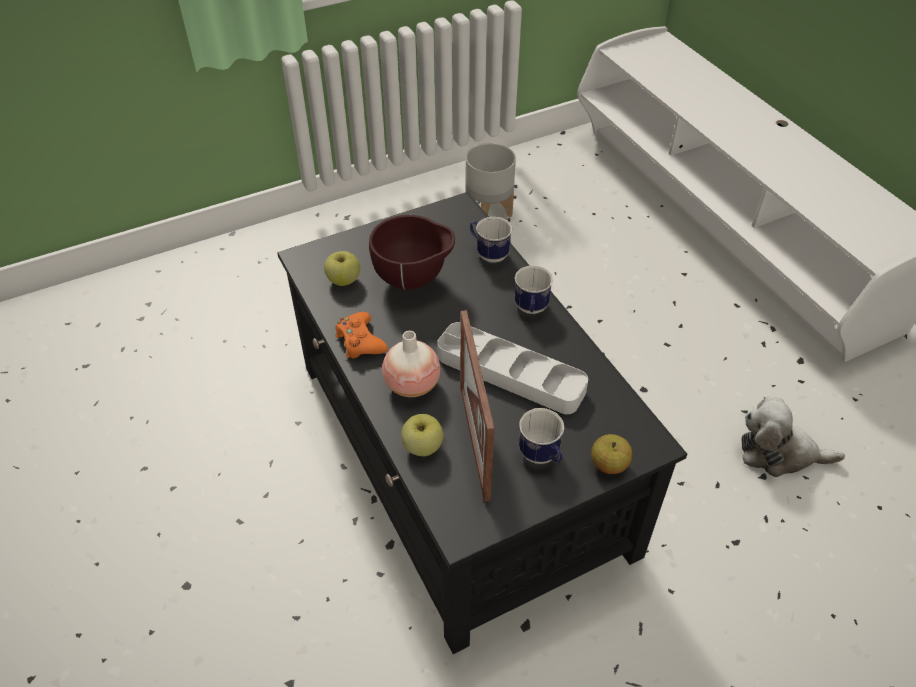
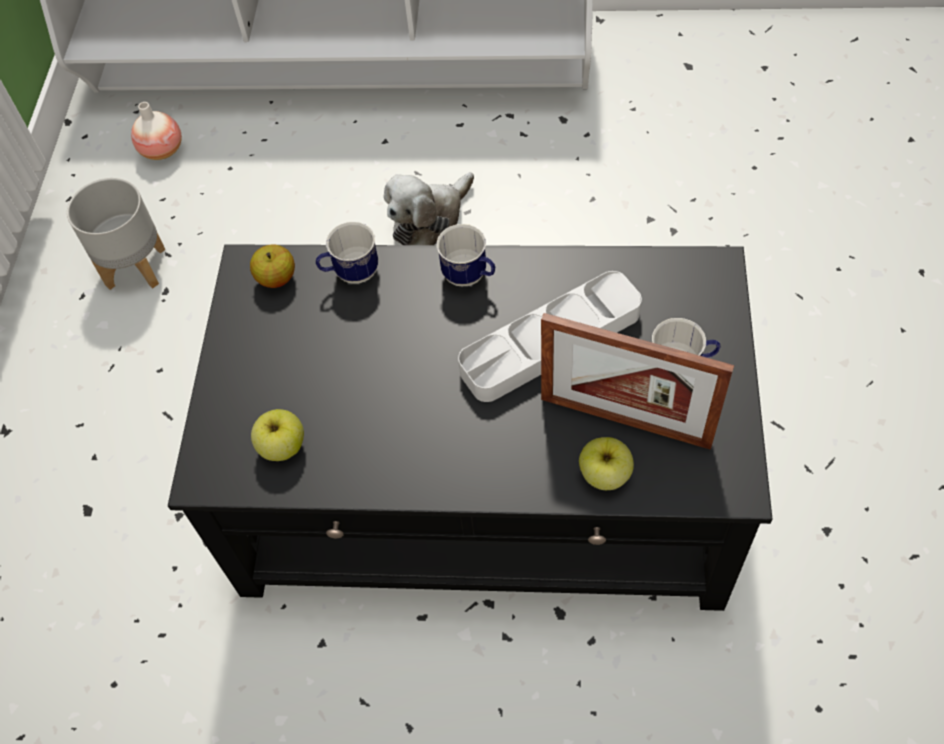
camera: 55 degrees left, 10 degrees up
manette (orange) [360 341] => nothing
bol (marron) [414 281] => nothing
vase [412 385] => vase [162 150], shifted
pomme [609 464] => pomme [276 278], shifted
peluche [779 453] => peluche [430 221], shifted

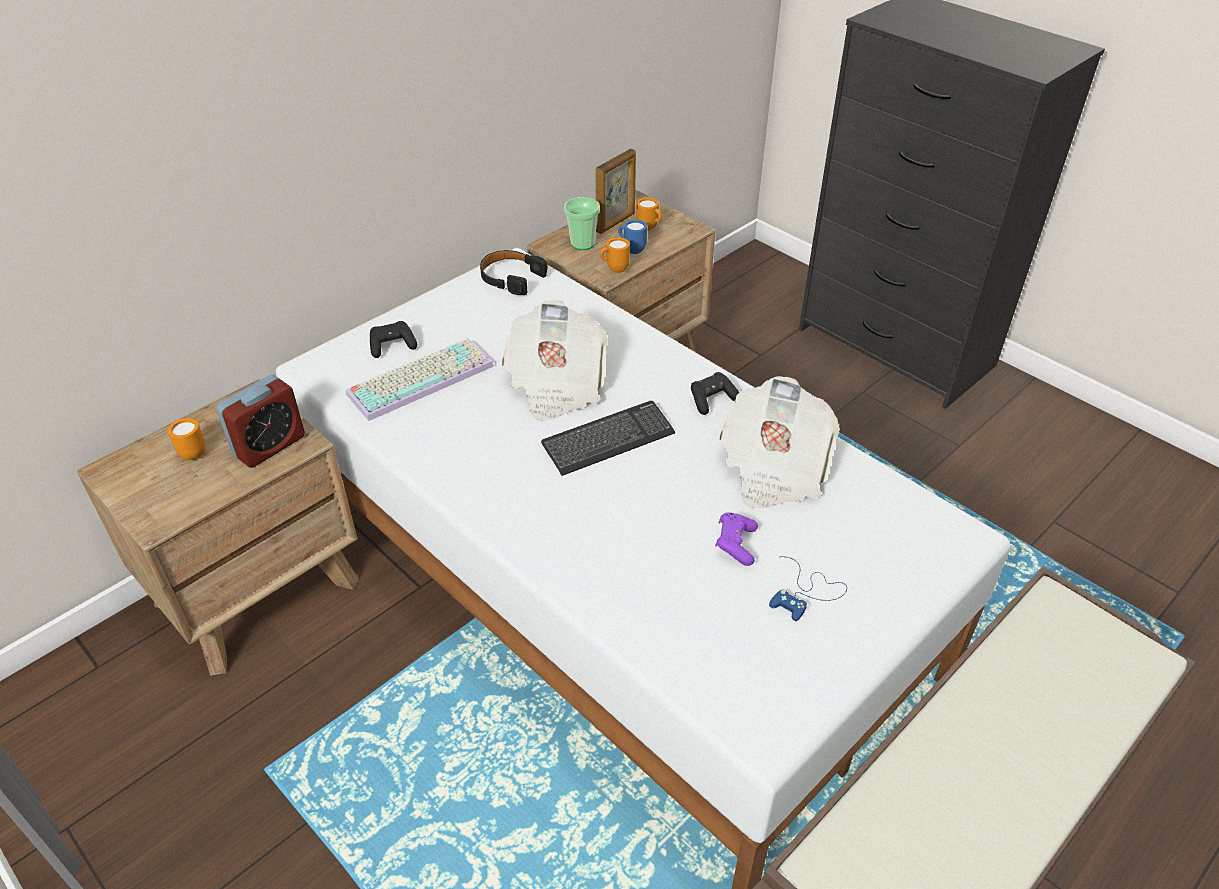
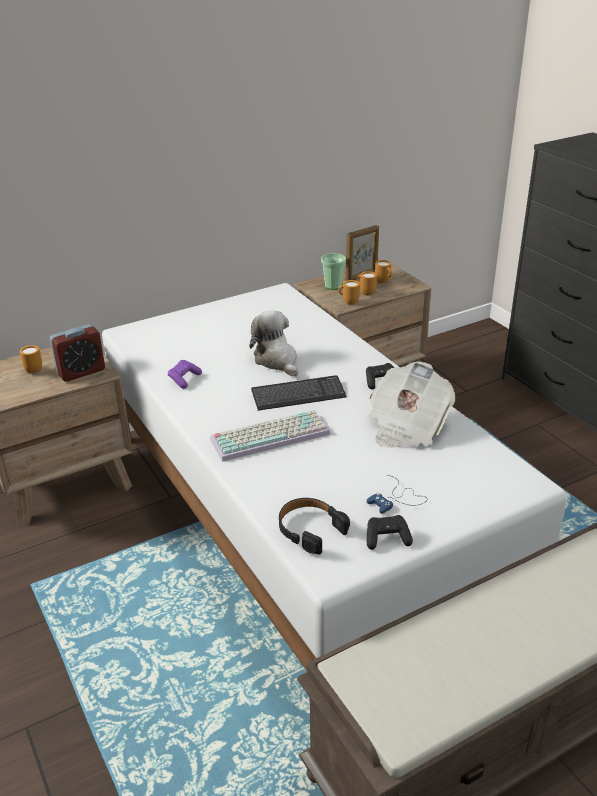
camera: 15 degrees right, 10 degrees down
clavier [421 378] => clavier [270 435], shifted
manette (noir) [392 346] => manette (noir) [387 539], shifted
casque audio (noir) [511 278] => casque audio (noir) [310 530], shifted
journal [556 385] => peluche [277 360]
mug (bleu) [631 249] => mug (orange) [366 293]
manette (violet) [735 544] => manette (violet) [184 379], shifted

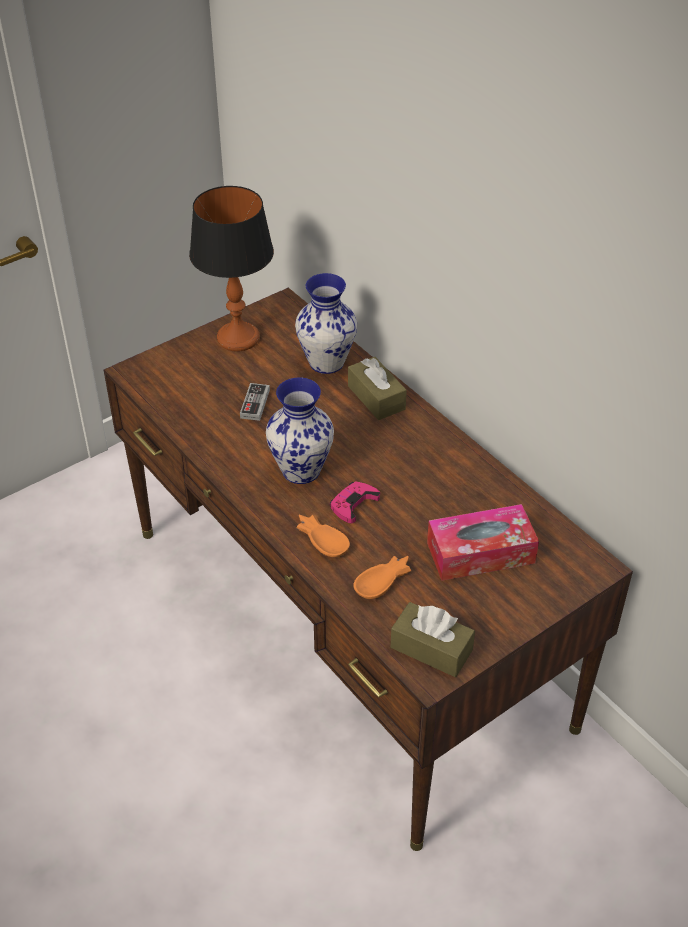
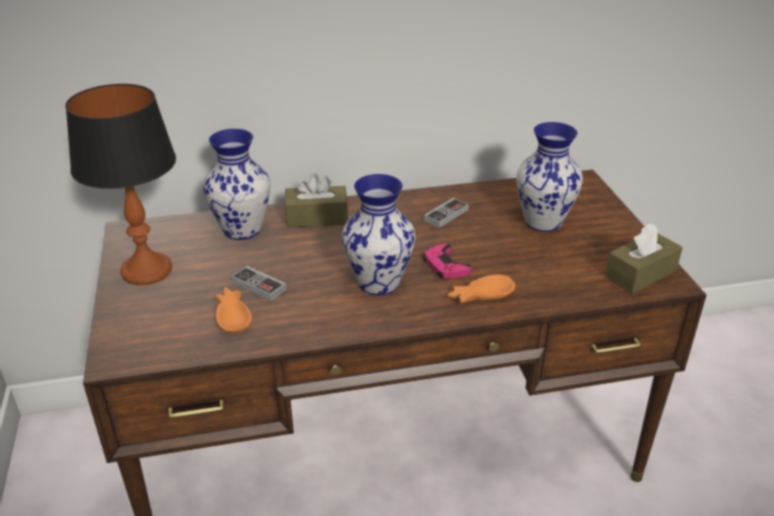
camera: 65 degrees left, 10 degrees down
bol (orange) [384 582] => bol (orange) [234 315], shifted
boîte à mouchoirs [480 553] => vase [542 221]
nothing => manette [446 215]

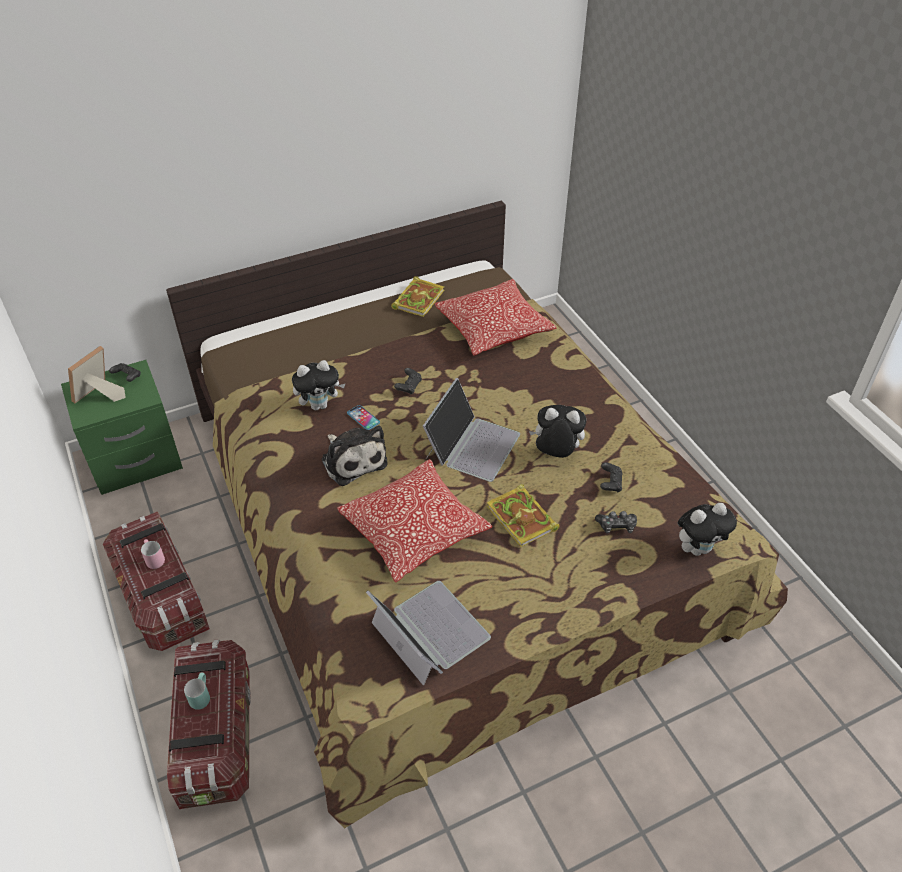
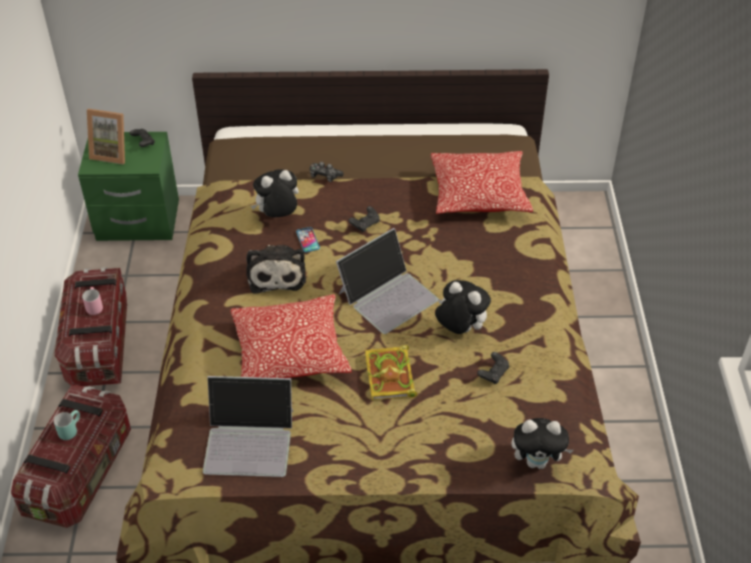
camera: 25 degrees right, 0 degrees up
cadre photo [99 397] => cadre photo [112 153], 135 degrees counterclockwise
peluche [320 405] => peluche [278 216], 150 degrees clockwise
ordinateur portable [428 631] => ordinateur portable [250 440], 105 degrees clockwise
livre [418 299] => nothing
manette [616 526] => manette [324 176], shifted

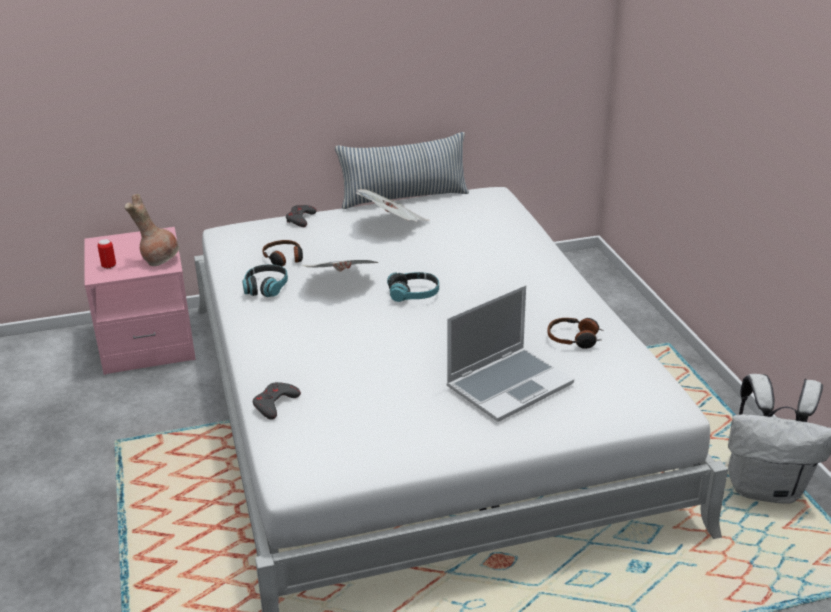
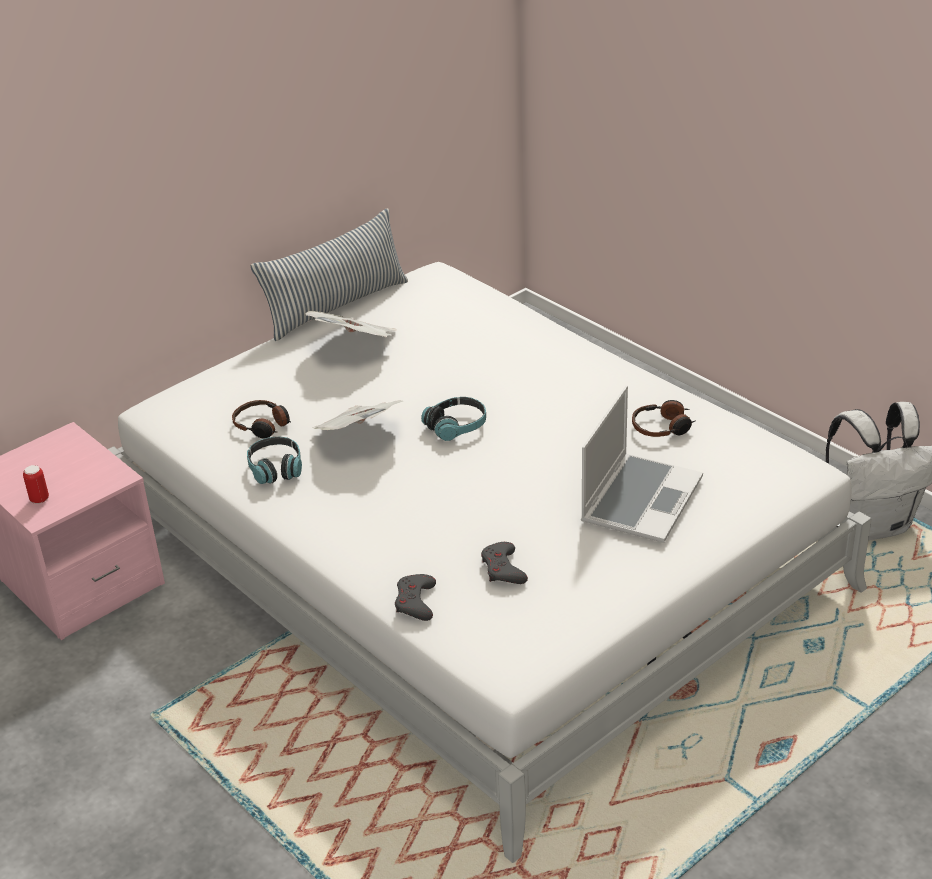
camera: 25 degrees left, 5 degrees up
vase (marron) [159 260] => nothing
manette (gris) [300 219] => manette (gris) [503 569], shifted

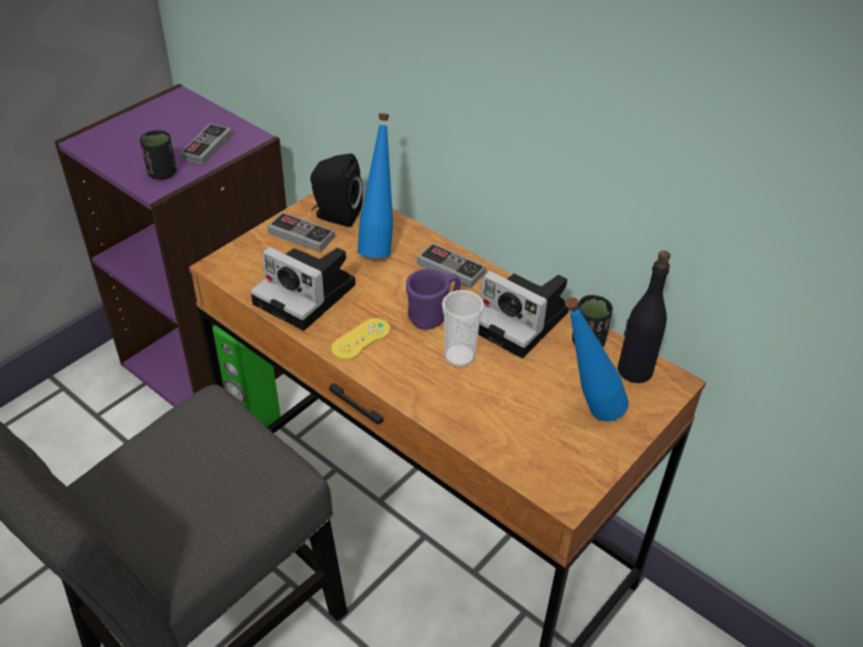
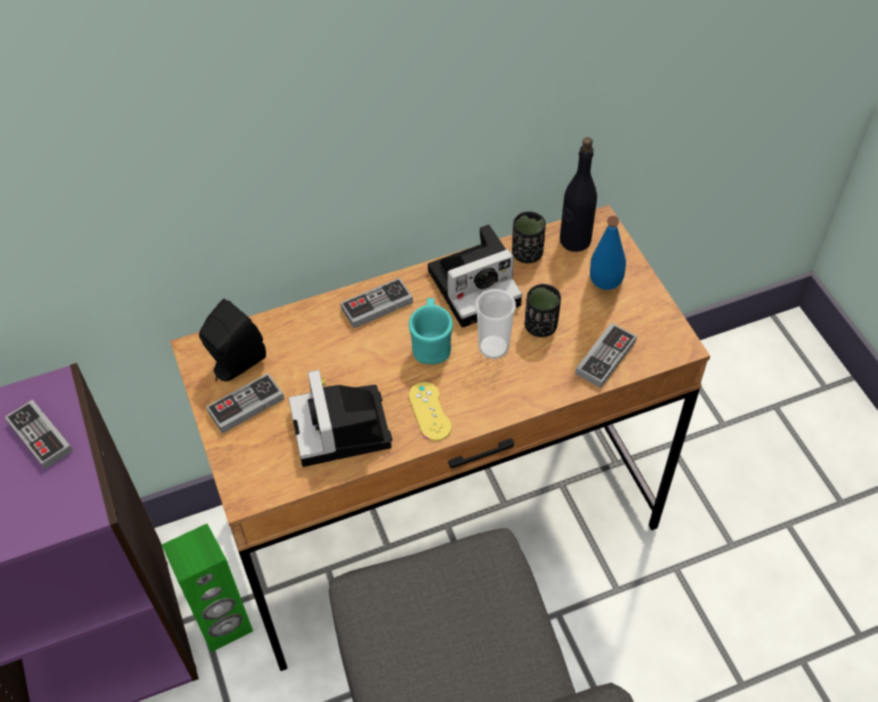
camera: 60 degrees left, 10 degrees up
tasse (noir) [162 173] => tasse (noir) [540 326], shifted
appareil photo [308 295] => appareil photo [343 431], 105 degrees clockwise
bouteille (bleu) [378 245] => nothing
mug (violet) [432 315] => mug (turquoise) [431 345]
nothing => manette [605 357]

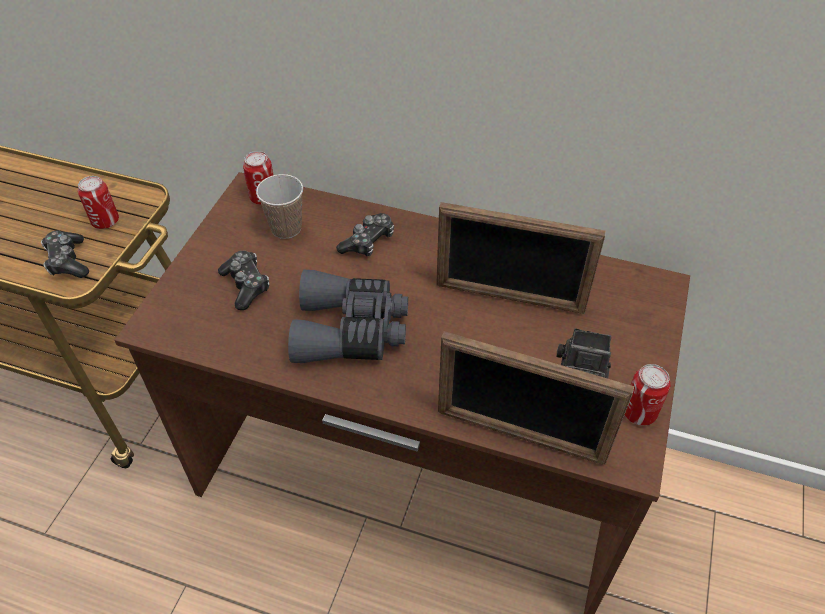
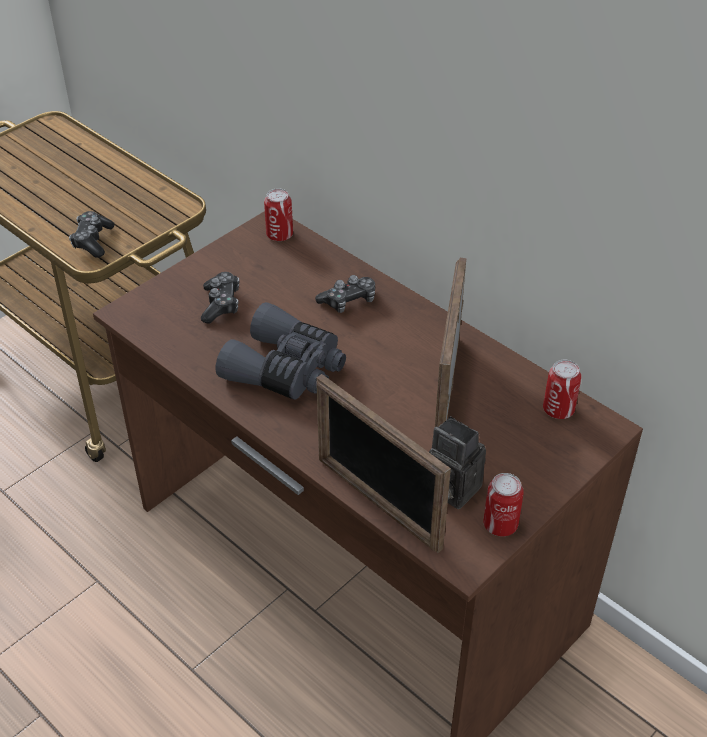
camera: 25 degrees right, 5 degrees down
boîte métallique [105 221] => boîte métallique [558 410], shifted
tasse [286 228] => nothing
cadre photo [509 298] => cadre photo [447 389], 60 degrees clockwise

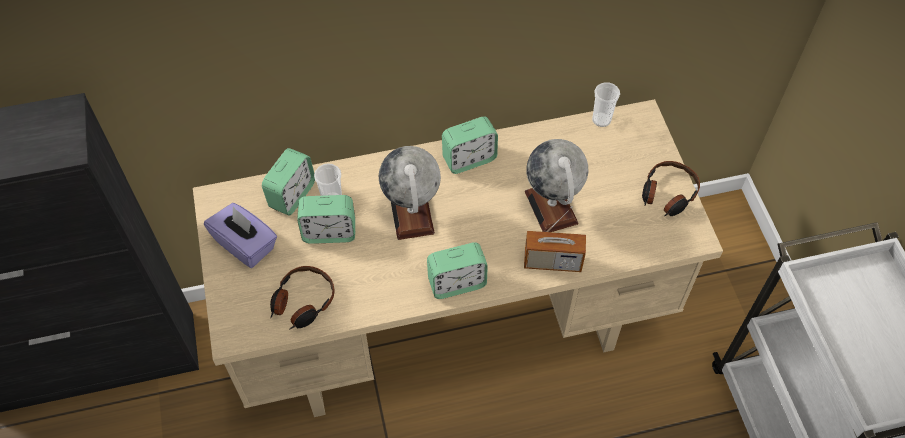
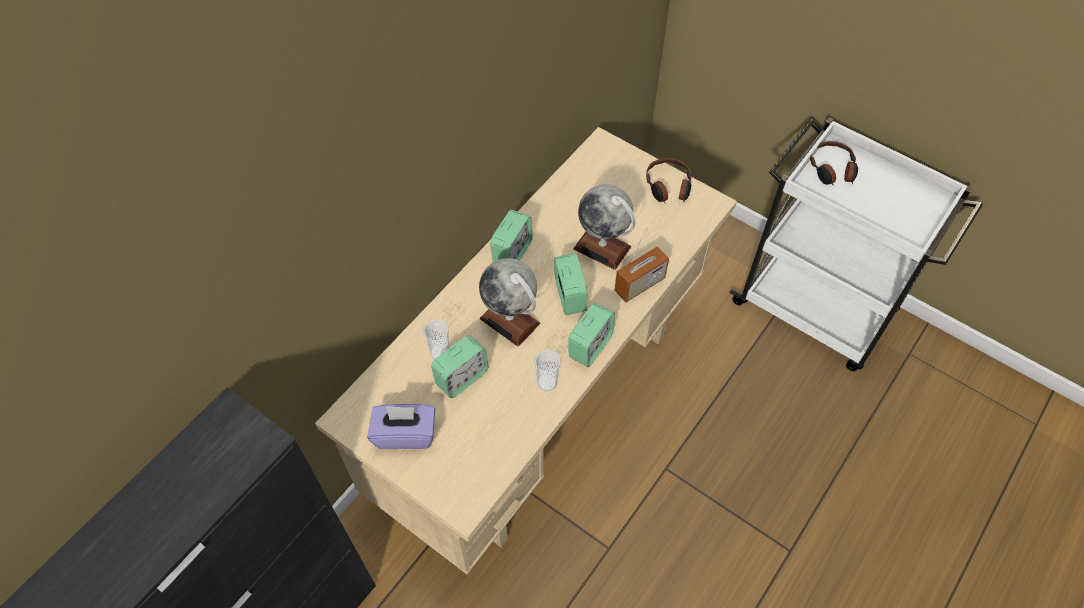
camera: 40 degrees left, 0 degrees up
réveil [292 195] => réveil [570 296], shifted
casque audio [302 302] => casque audio [832 169], shifted
tasse [601 120] => tasse [547 383], shifted

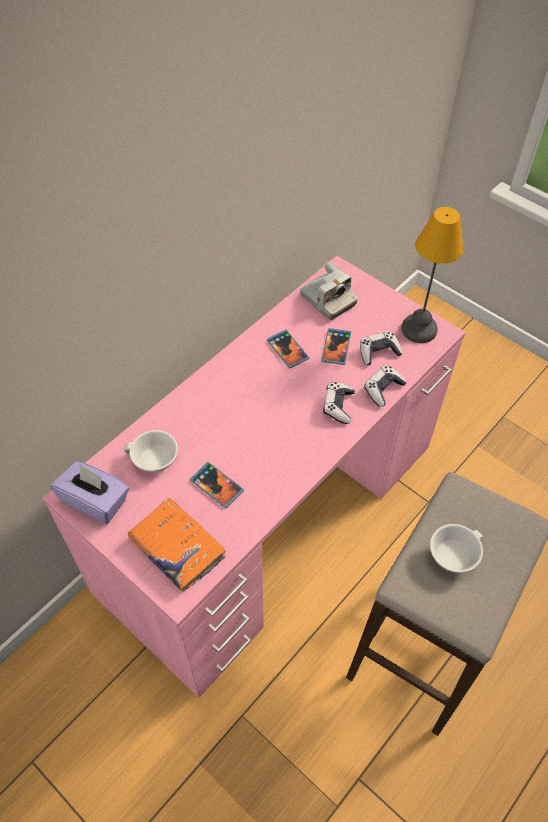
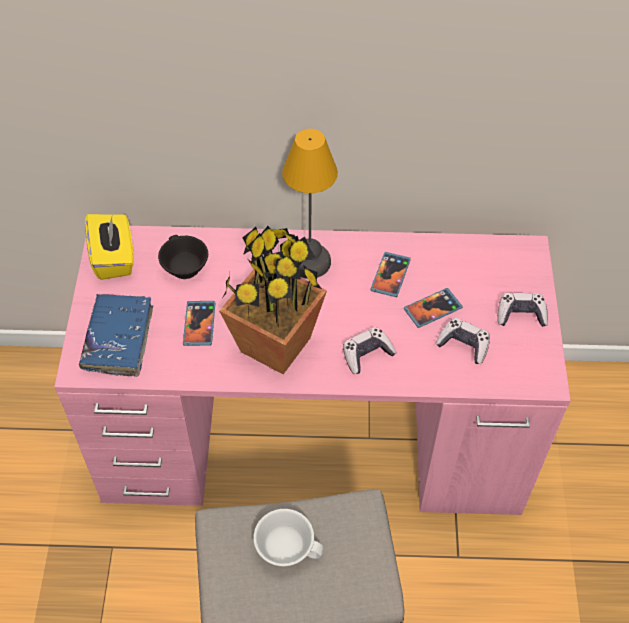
camera: 50 degrees right, 0 degrees up
boîte à mouchoirs (violet) [96 501] => boîte à mouchoirs (jaune) [114 258]
tasse (blanc) [153 462] => tasse (noir) [183 267]
livre (orange) [177 548] => livre (bleu) [118 339]
appareil photo [327 300] => nothing
manette [383 389] => manette [521 314], shifted
lampe de table [420 328] => lampe de table [311 262], shifted
nothing => plante en pot [274 344]

